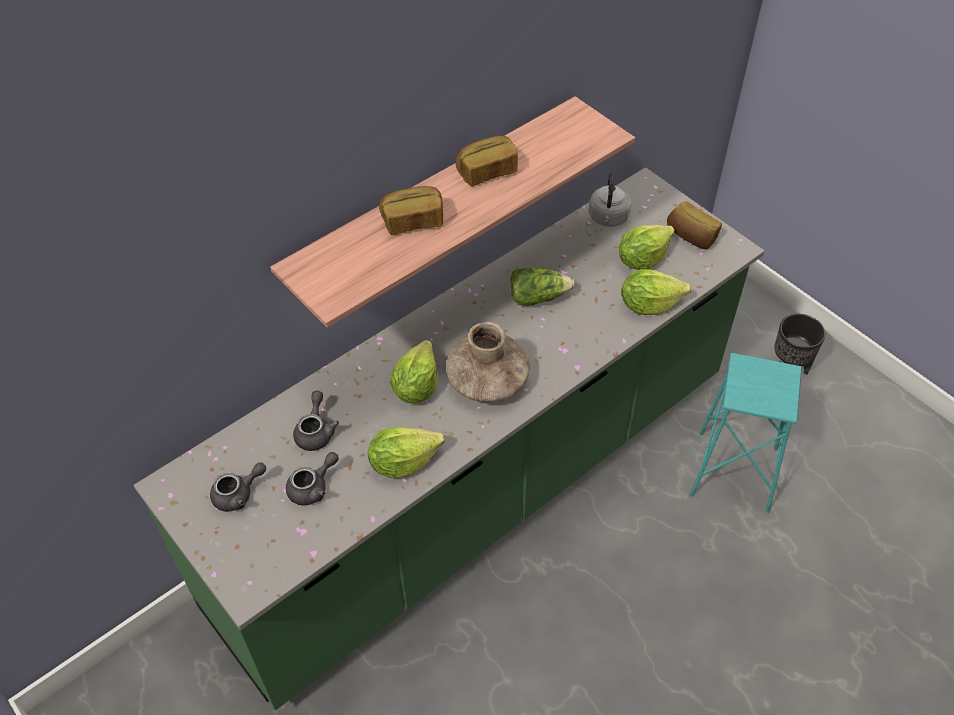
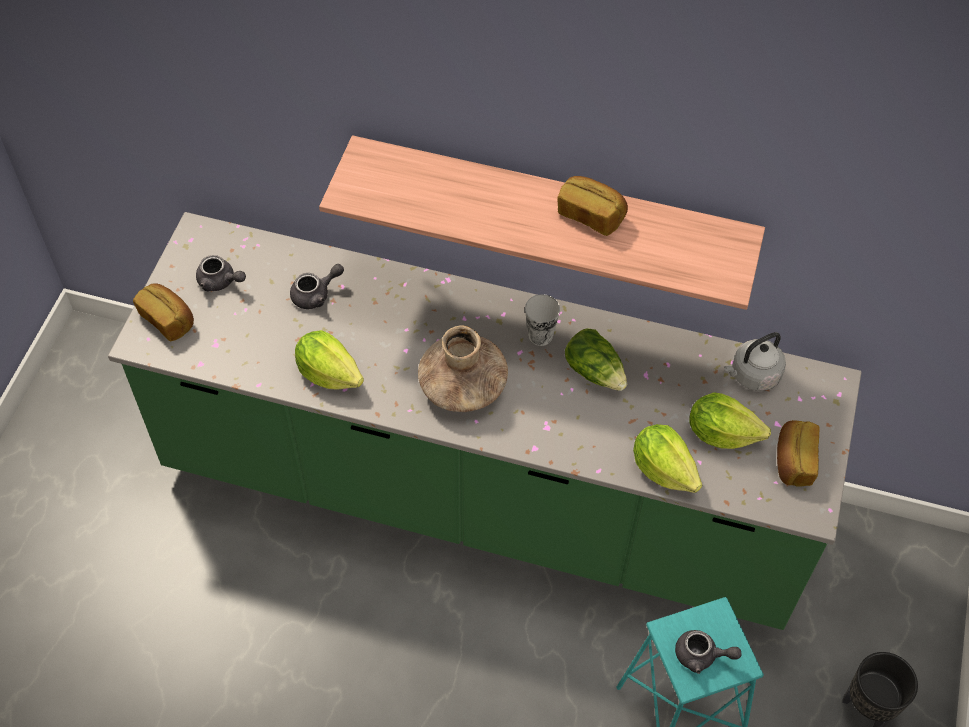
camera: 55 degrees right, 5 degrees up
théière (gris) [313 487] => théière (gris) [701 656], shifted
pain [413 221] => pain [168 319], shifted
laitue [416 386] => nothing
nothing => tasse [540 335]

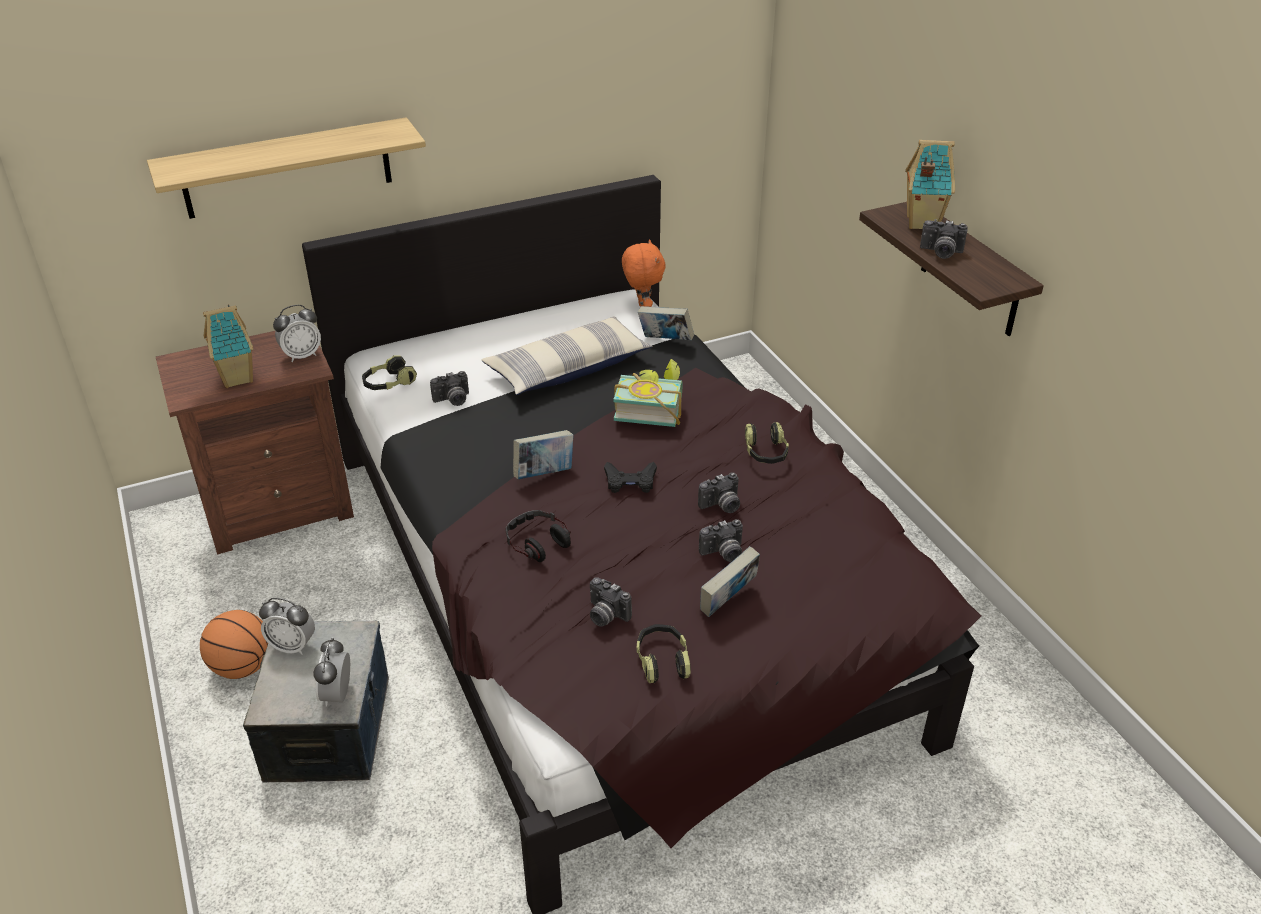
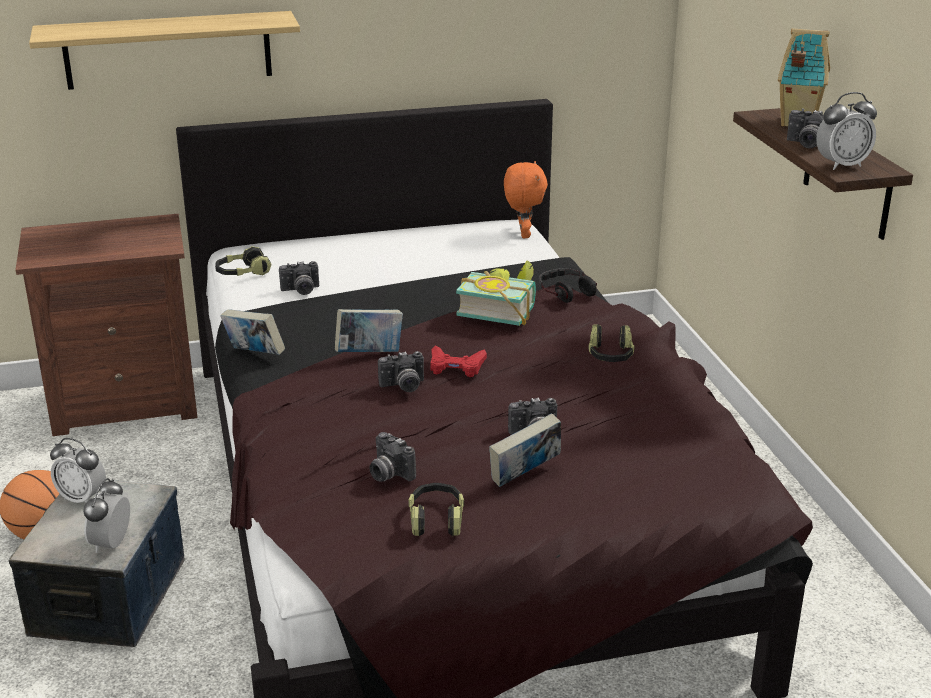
camera: 10 degrees right, 10 degrees down
maison miniature [238 378] => nothing
réveil [302 355] => réveil [841 165], shifted
coussin [568 369] => nothing
casque audio [537 542] => casque audio [566 292], shifted
manette (noir) [630 481] => manette (rouge) [456 366]
livre [665 341] => livre [254 354], shifted
appareil photo [721 506] => appareil photo [403 386], shifted

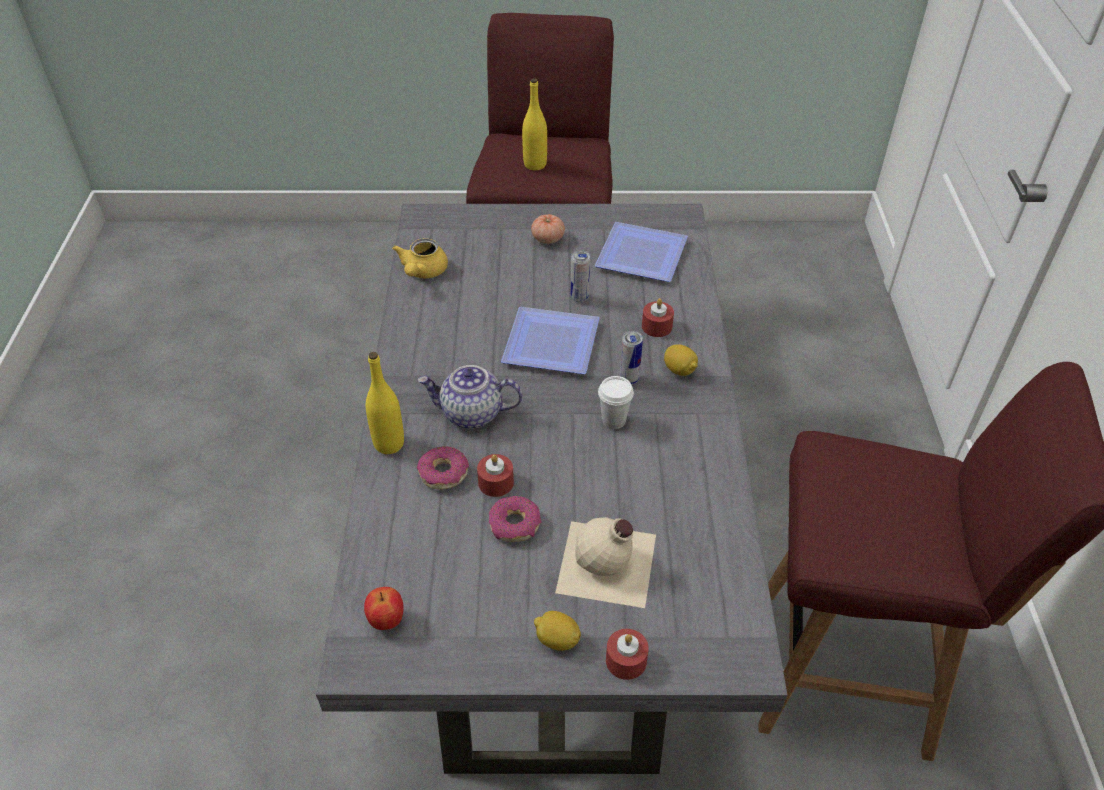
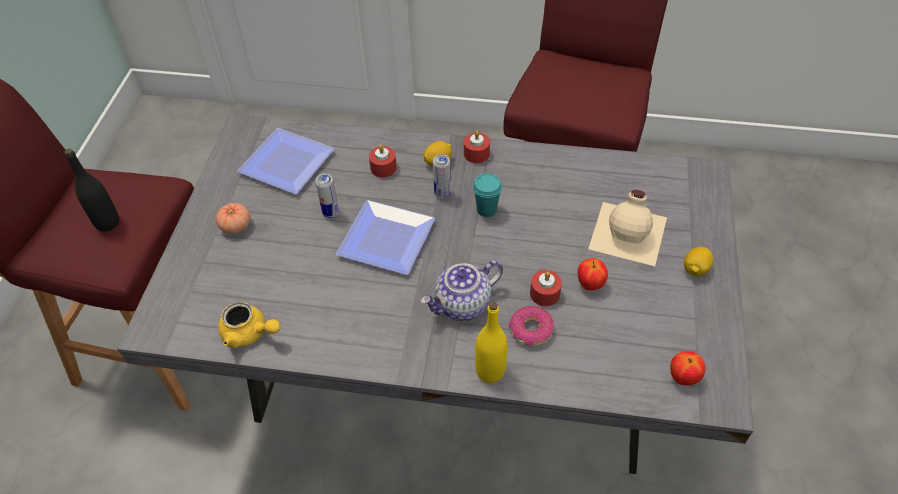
camera: 80 degrees left, 5 degrees up
théière [471 414] => théière [463 305], 45 degrees clockwise
beignet [515 525] => pomme [590 284]
bouteille (jaune) [535 164] => bouteille (noir) [107 223]
tasse (blanc) [613 420] => tasse (turquoise) [486 209]
bougie (rouge) [626 660] => bougie (rouge) [476 154], shifted

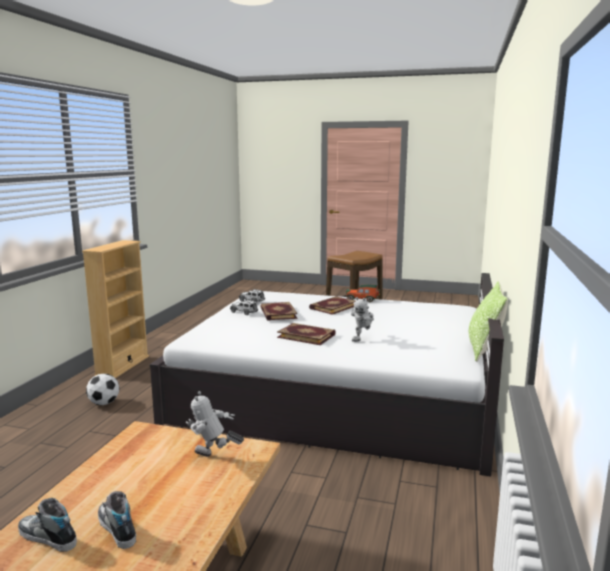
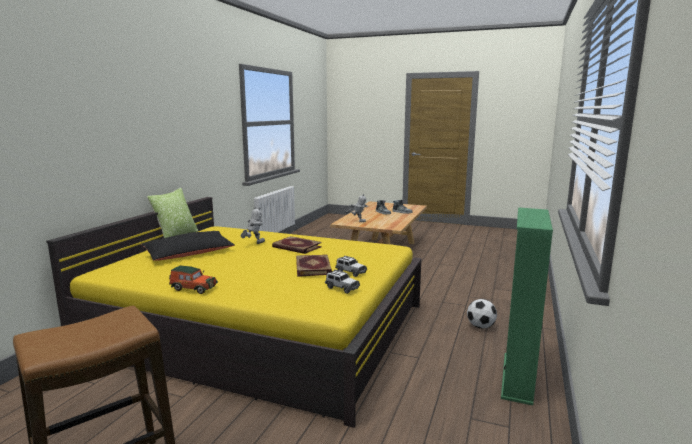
camera: 175 degrees left, 0 degrees up
bibliothèque (beige) [123 366] => bibliothèque (vert) [518 378]
lit (blanc) [338 393] => lit (jaune) [260 327]
livre [332 307] => nothing
nothing => coussin (noir) [189 254]

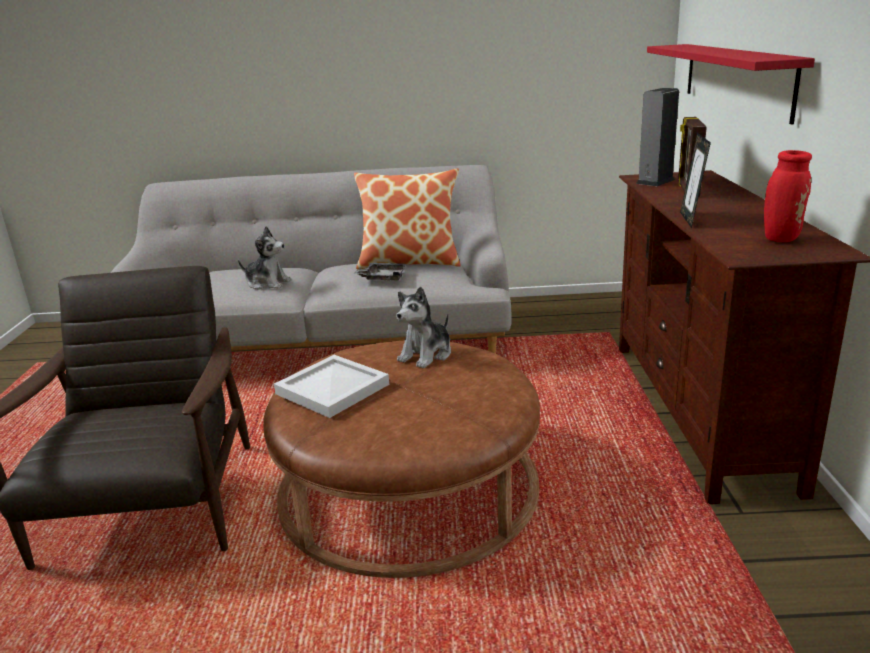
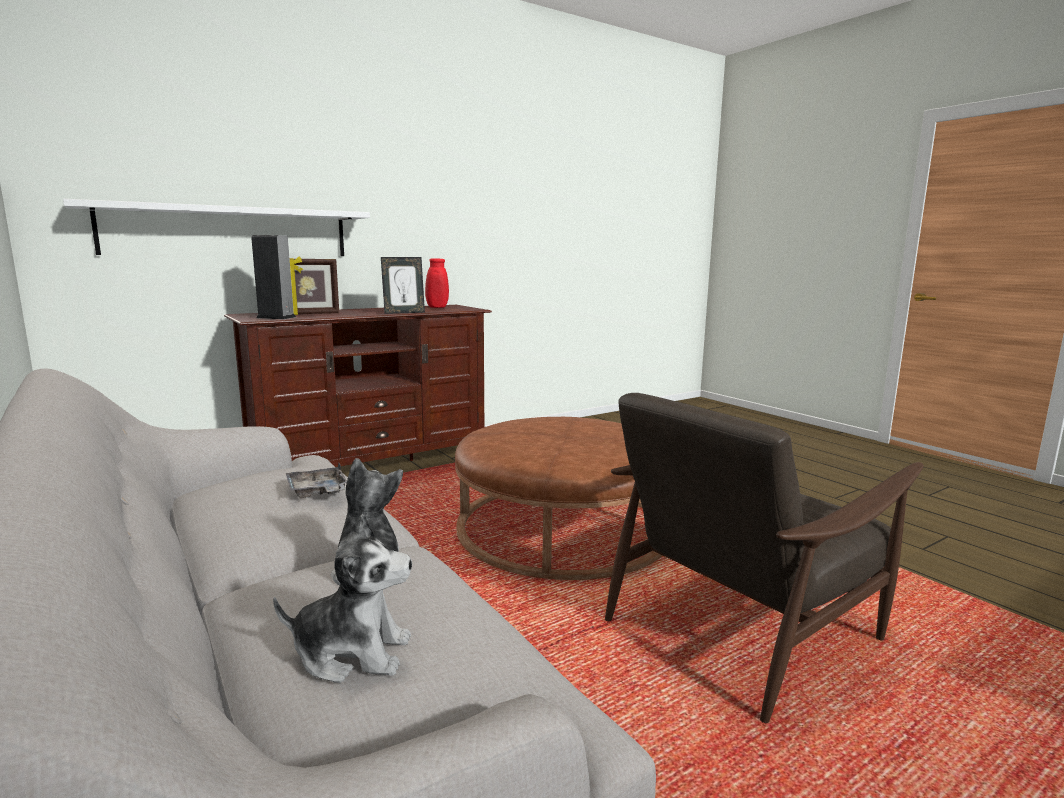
camera: 125 degrees left, 10 degrees down
plateau (blanc) [332 390] => nothing
coussin [410 262] => nothing
peluche [426 355] => peluche [352 653], shifted
étagère (rouge) [735 78] => étagère (blanc) [229 232]

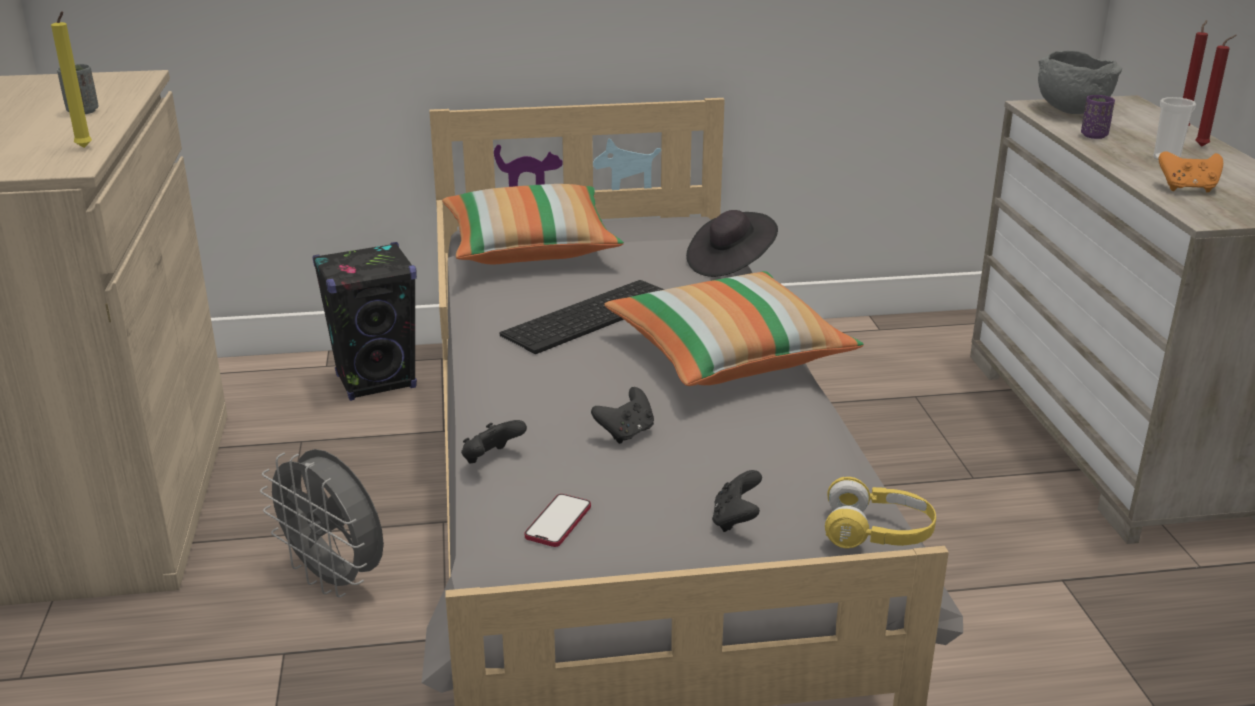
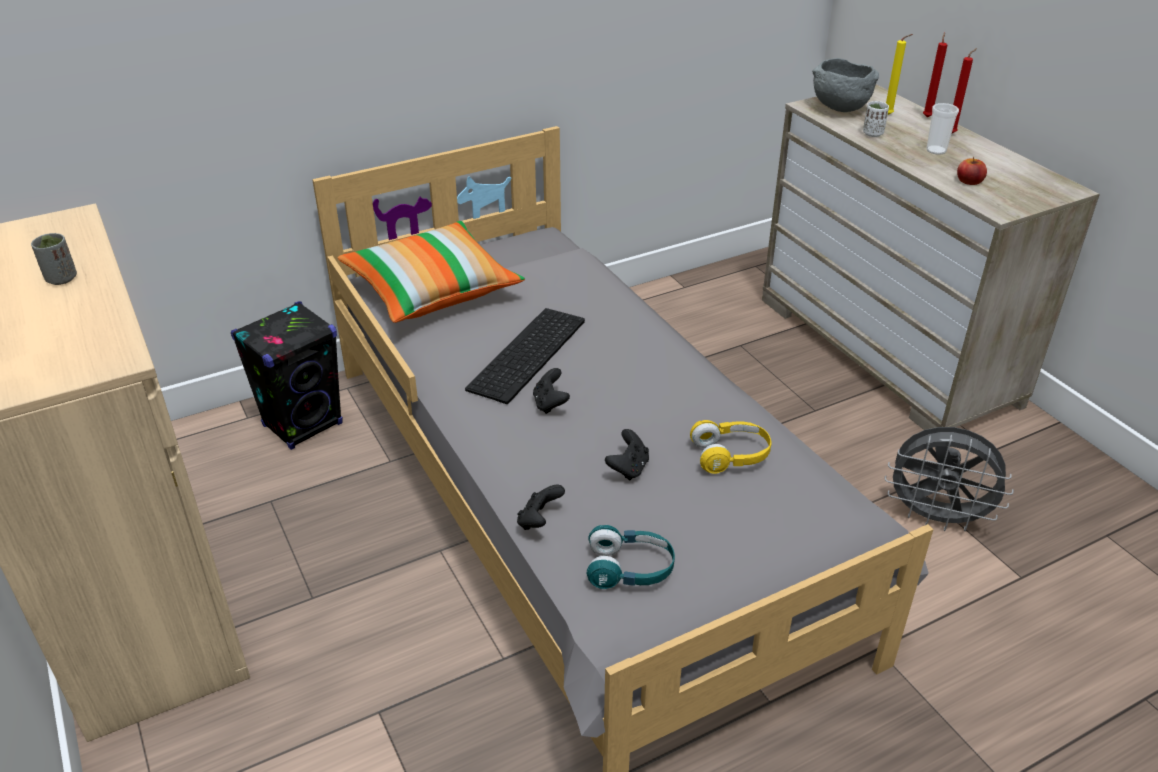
camera: 20 degrees left, 10 degrees up
bougie (jaune) [85 148] => bougie (jaune) [889 115], shifted
ventilateur (gris) [336 579] => ventilateur (gris) [936 518], shifted
téléphone [558 522] => casque audio (turquoise) [630 569]
coussin [728 356] => nothing
chapeau (noir) [730 264] => nothing
manette (noir) [736 520] => manette (noir) [550 404], shifted
casque audio (jaune) [878 533] => casque audio (jaune) [731 456], shifted
tasse (violet) [1094 136] => tasse (blanc) [873 133]
manette (orange) [1187 188] => pomme [969 181]

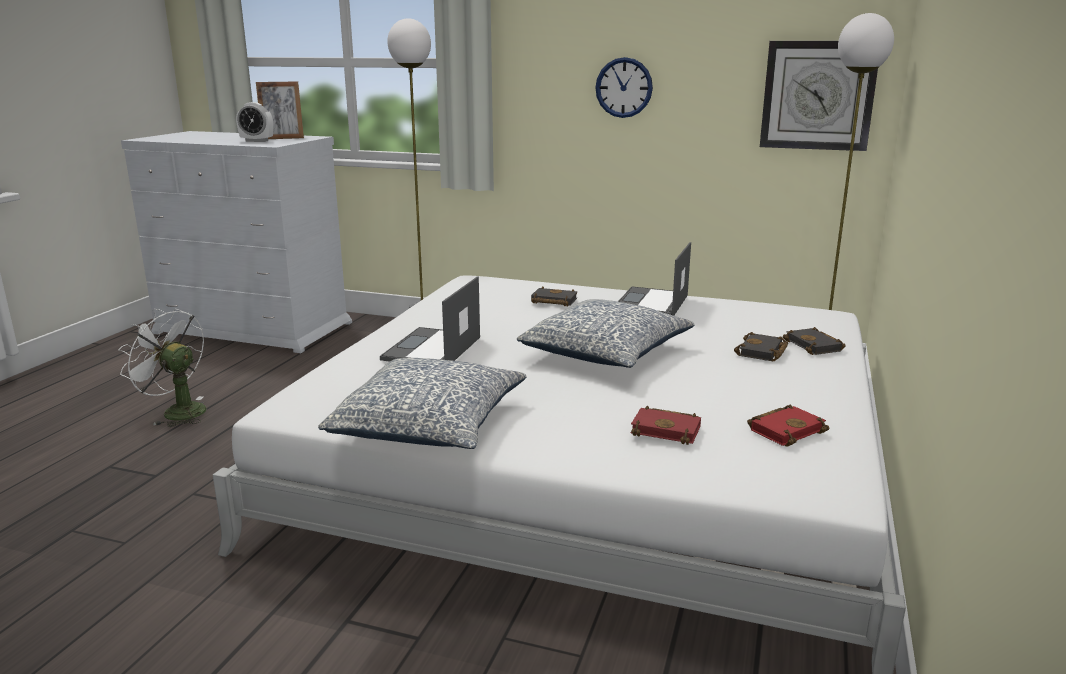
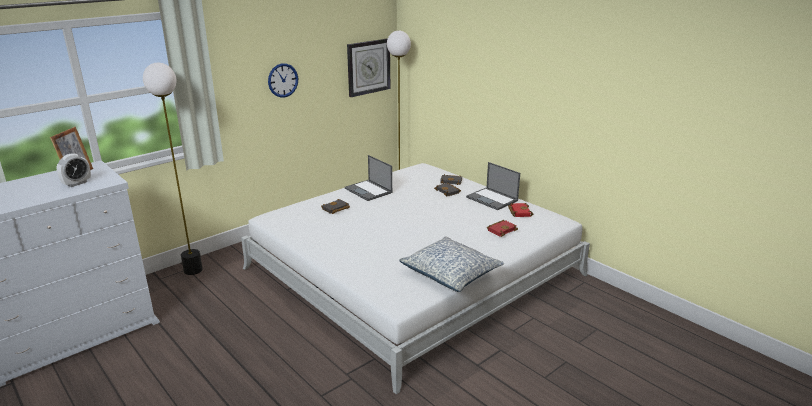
camera: 60 degrees left, 5 degrees up
ventilateur (blanc) [176 411] => nothing
ordinateur portable [432 349] => ordinateur portable [492 199], shifted
coussin [606 353] => nothing

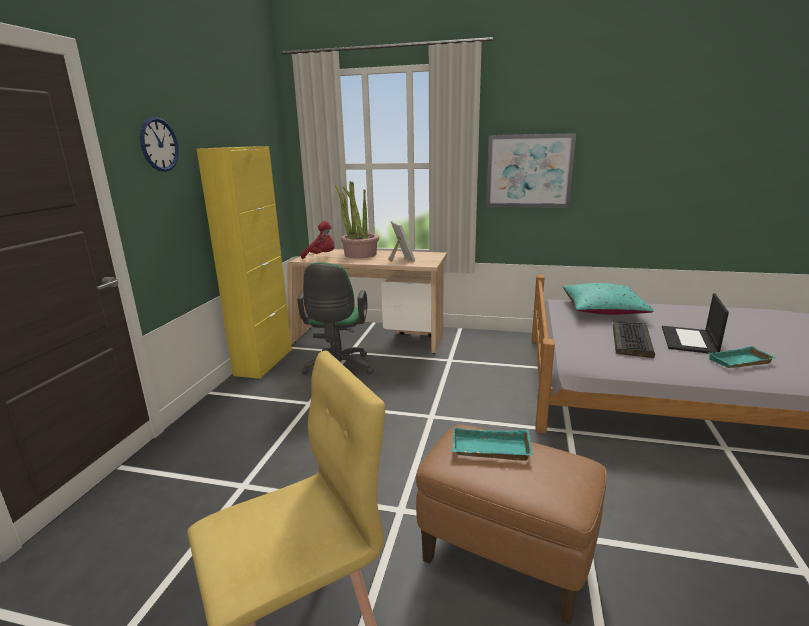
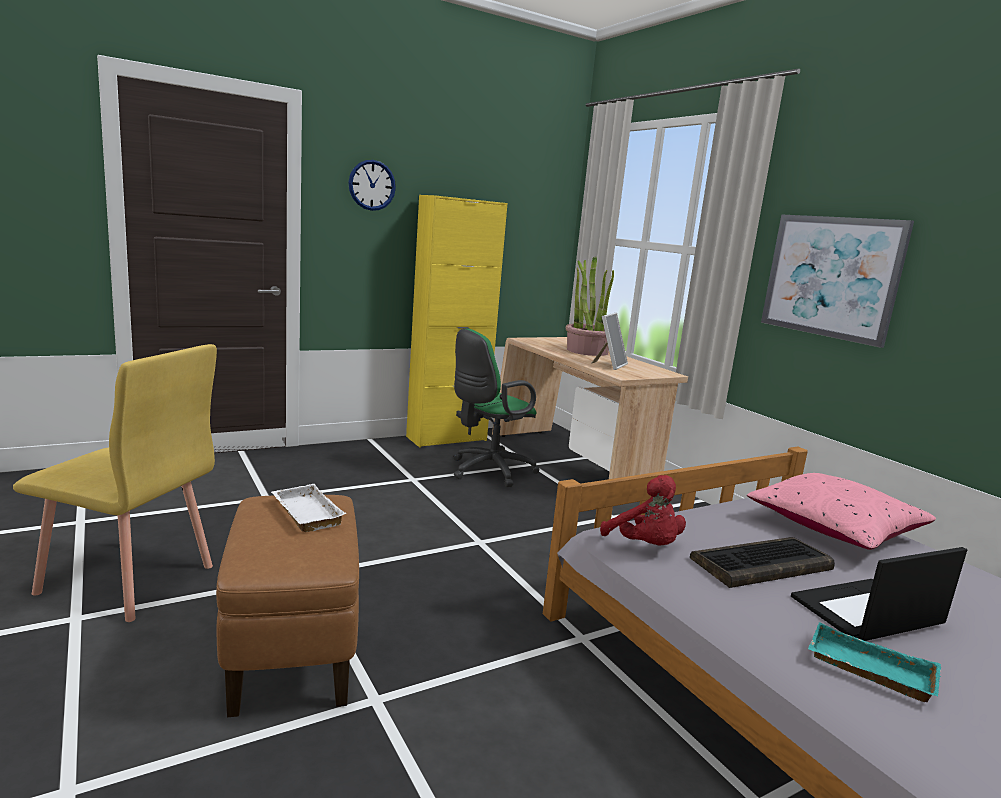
camera: 45 degrees right, 5 degrees down
peluche (rouge) [321 256] => peluche (rouge) [644 546], shifted
plateau (turquoise) [489 450] => plateau (blanc) [304 513]
coussin (turquoise) [602 310] => coussin (rose) [835 528]

